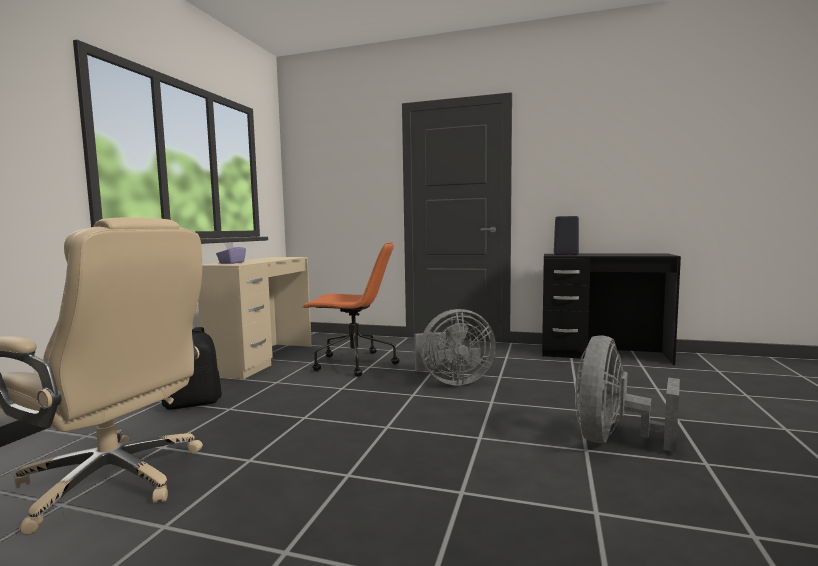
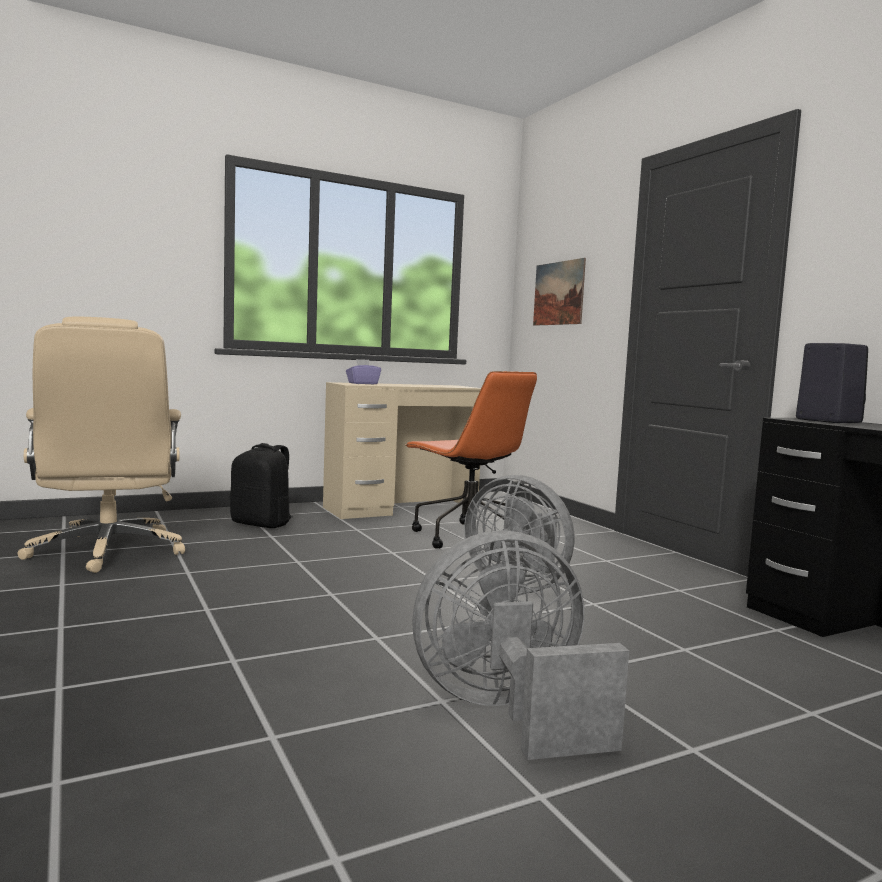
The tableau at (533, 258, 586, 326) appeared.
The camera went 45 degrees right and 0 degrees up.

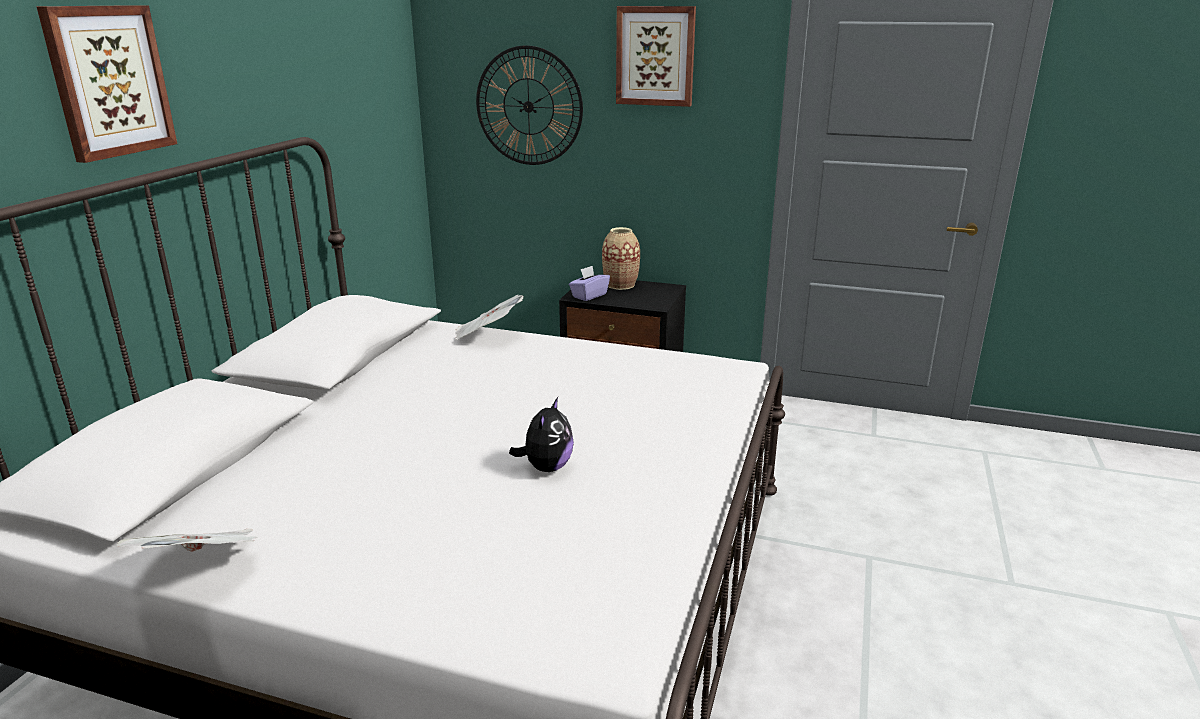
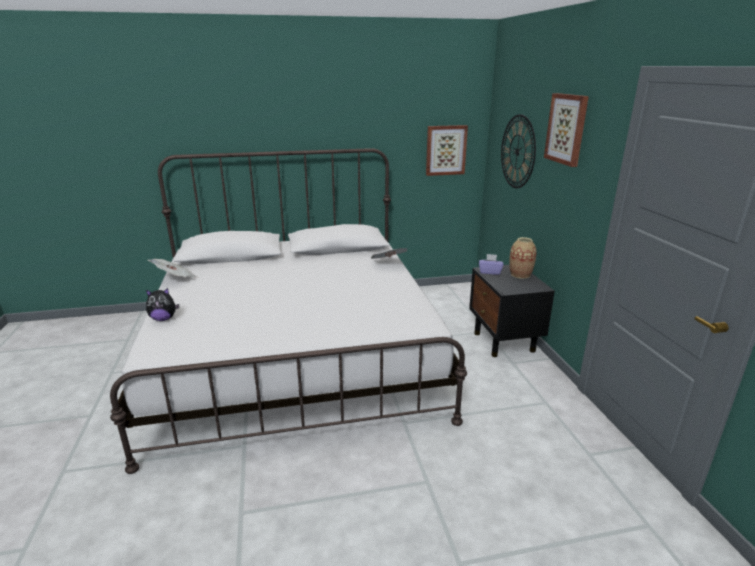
The tableau moved from (36, 5, 177, 163) to (426, 125, 468, 176).
The peluche moved from (509, 397, 574, 472) to (146, 288, 179, 321).
The camera went 60 degrees right and 0 degrees up.

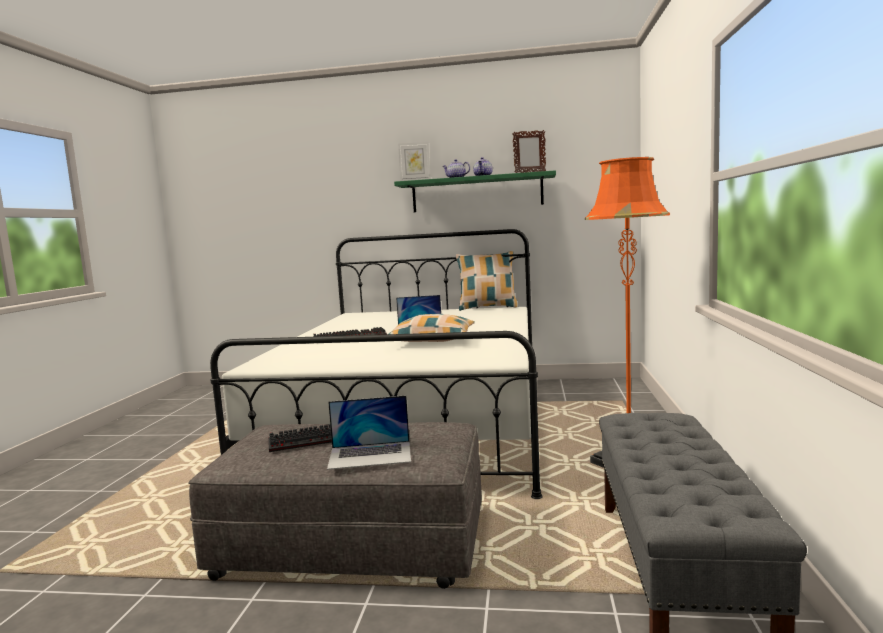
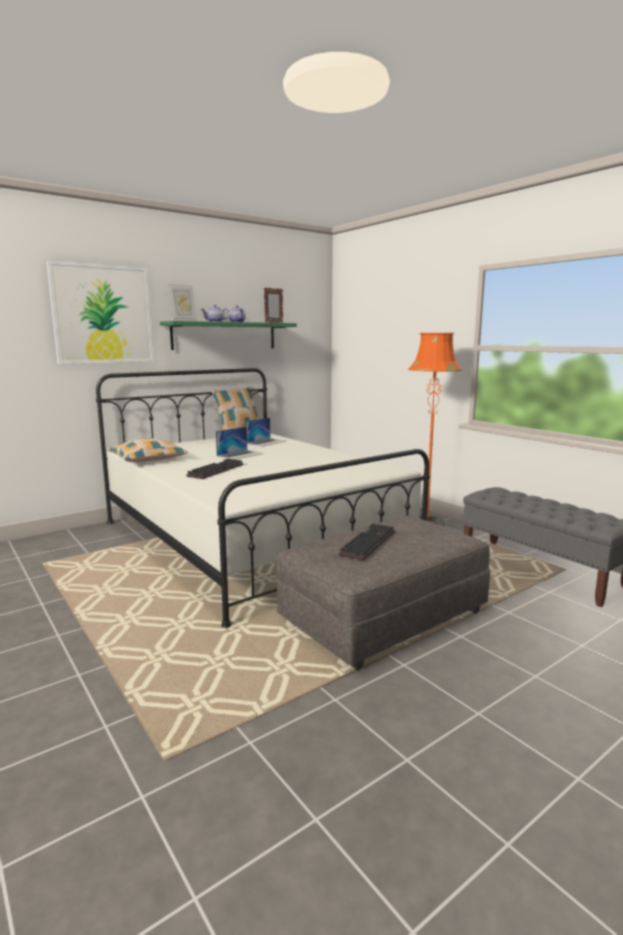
The ordinateur portable moved from (327, 395, 411, 470) to (245, 418, 287, 447).
The coussin moved from (388, 314, 475, 342) to (107, 438, 188, 462).
The tableau at (46, 260, 154, 364) appeared.
The camera went 45 degrees left and 5 degrees up.

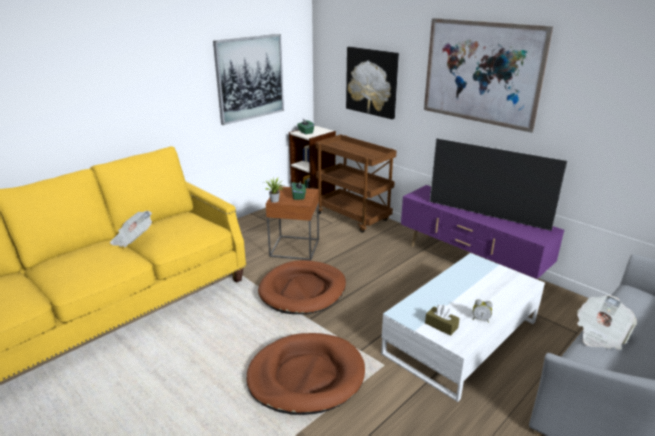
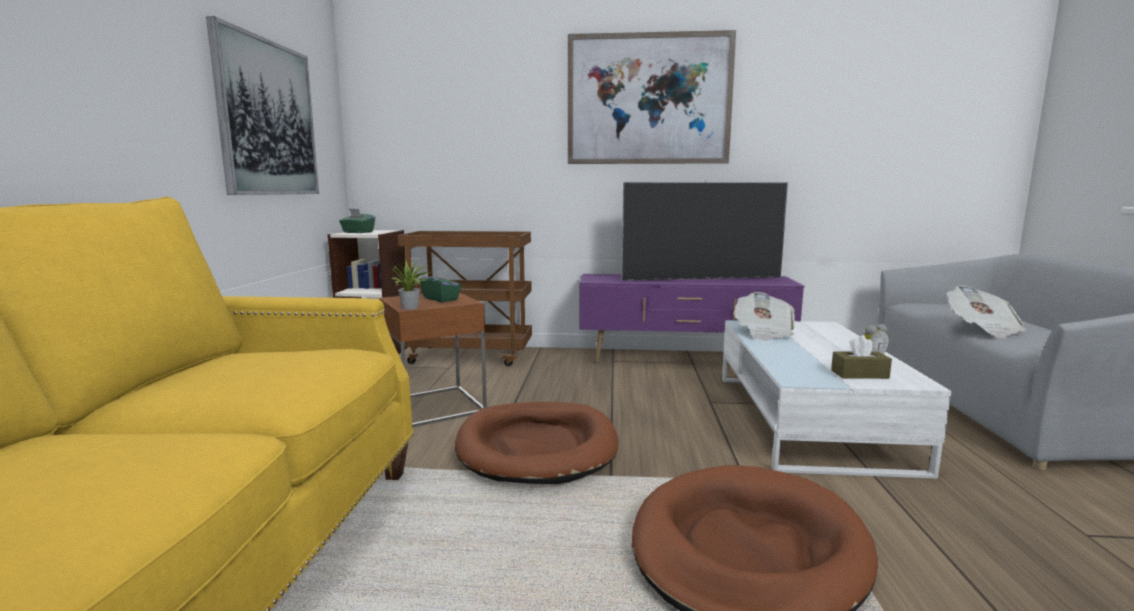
The journal moved from (110, 211, 152, 247) to (733, 292, 795, 341).
The tableau at (346, 47, 399, 119) disappeared.
The camera went 40 degrees left and 15 degrees down.

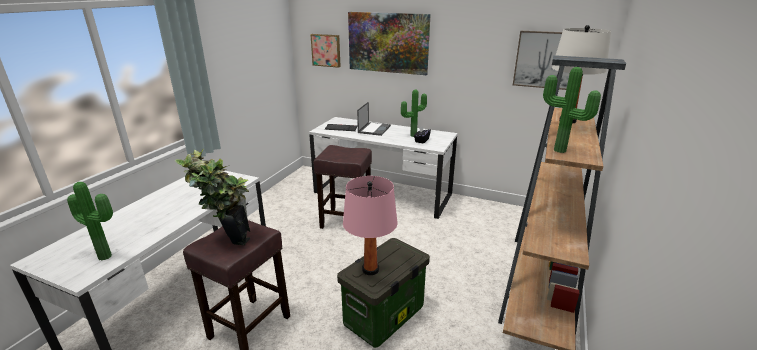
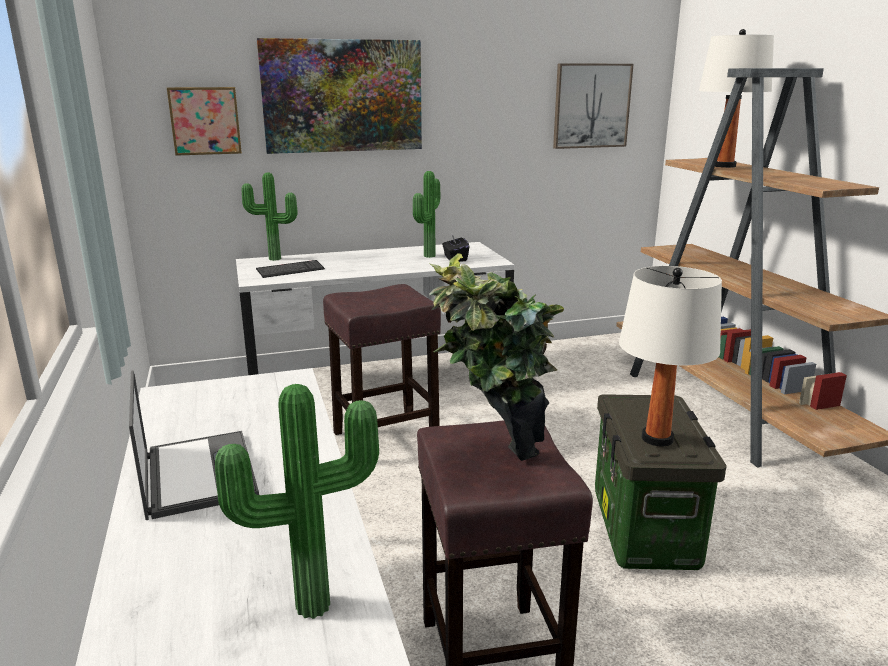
The lampe de table [rose] at (343, 176, 398, 275) became the lampe de table [blanc] at (619, 266, 722, 446).
The ordinateur portable moved from (357, 102, 391, 136) to (129, 370, 259, 520).
The plante en pot moved from (543, 67, 601, 153) to (242, 173, 298, 261).
The camera went 40 degrees left and 5 degrees down.

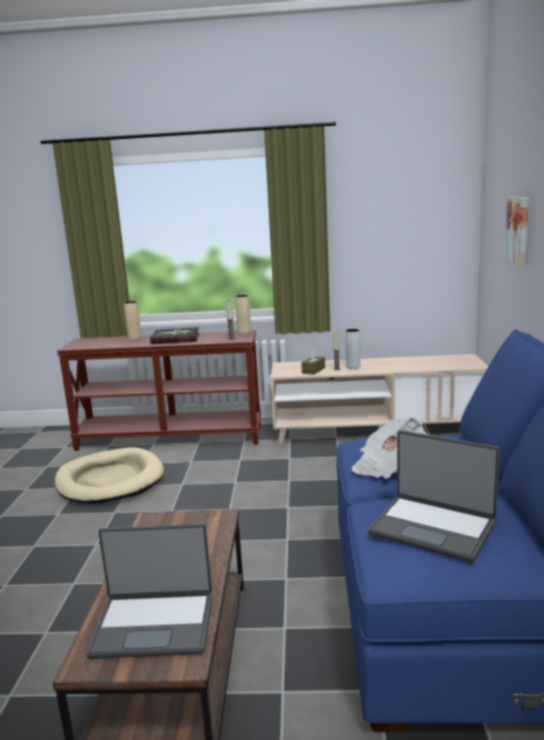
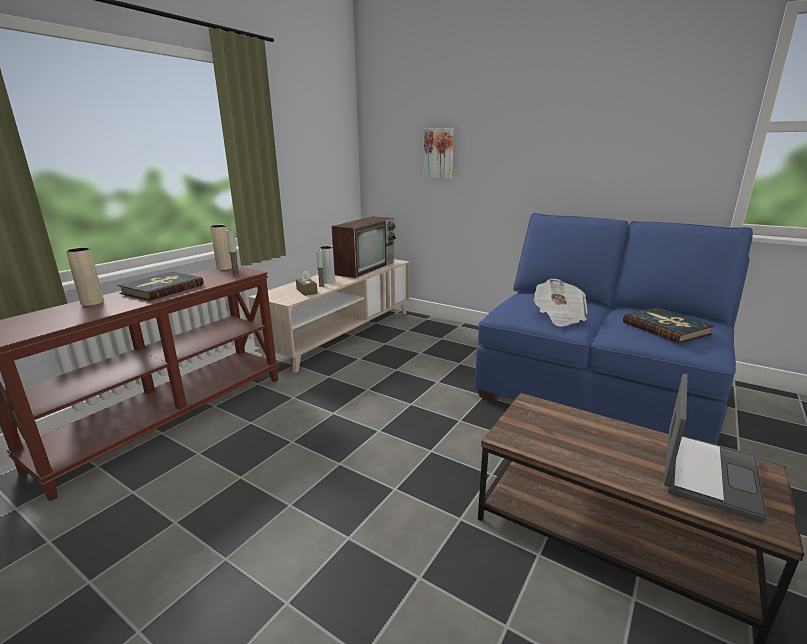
The panier pour chien [beige] at (55, 447, 164, 504) disappeared.
The ordinateur portable at (368, 430, 500, 563) was replaced by the livre at (623, 308, 714, 344).
The téléviseur at (332, 216, 396, 278) appeared.
The camera went 60 degrees left and 5 degrees up.

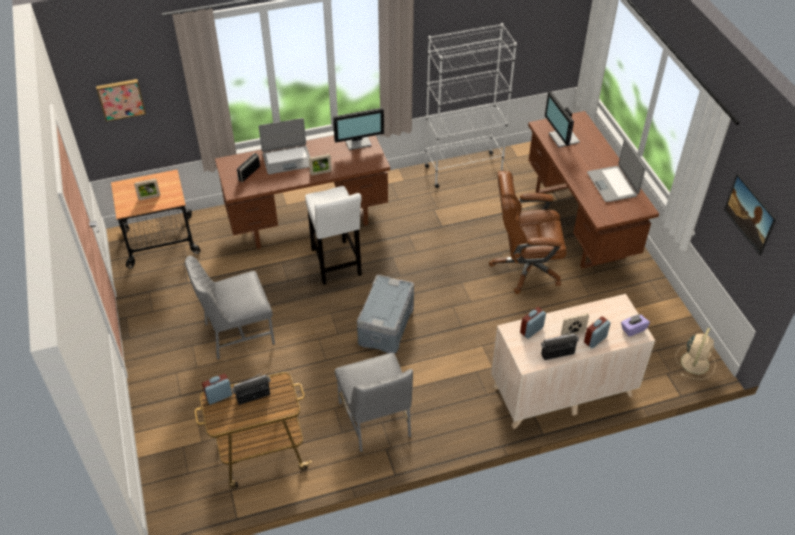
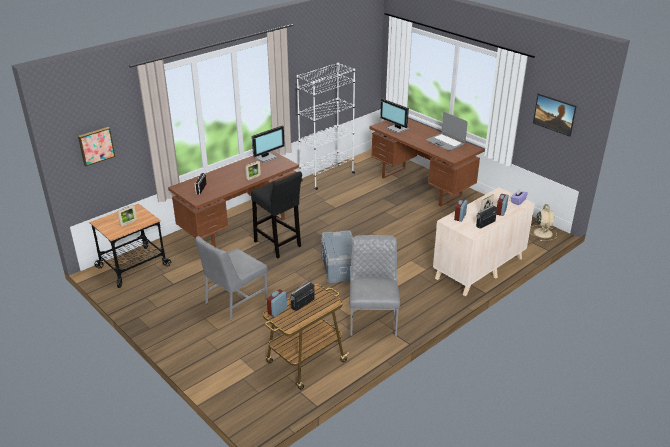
The ordinateur portable at (259, 118, 310, 174) disappeared.
The tabouret [blanc] at (305, 186, 362, 285) became the tabouret [noir] at (251, 171, 302, 258).
The chaise [gris] at (335, 353, 413, 452) turned 135 degrees counterclockwise.
The chaise de bureau [marron] at (489, 171, 567, 294) disappeared.
The camera went 25 degrees left and 15 degrees down.

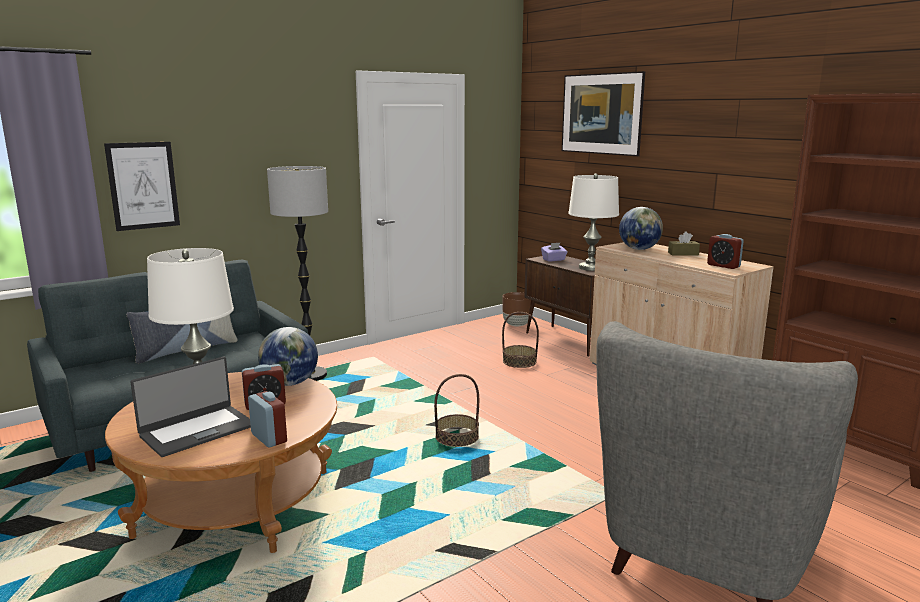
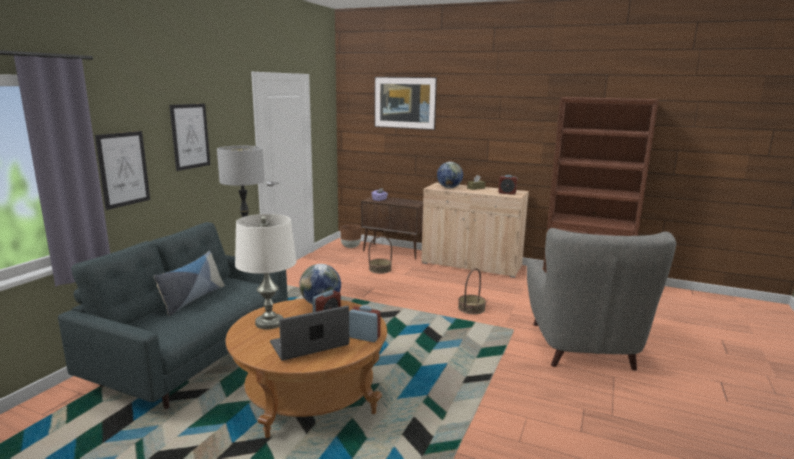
The ordinateur portable at (131, 357, 251, 457) turned 135 degrees counterclockwise.
The panier moved from (434, 374, 479, 447) to (458, 268, 486, 314).
The lampe de table [blanc] at (568, 173, 619, 271) disappeared.
The tableau at (169, 104, 210, 171) appeared.
The camera went 30 degrees left and 0 degrees up.

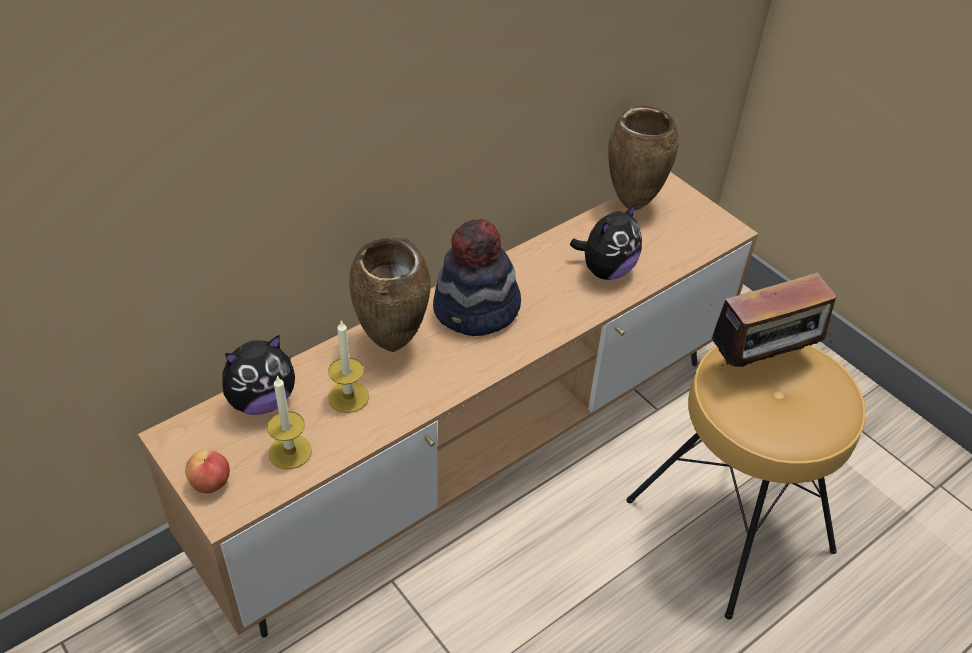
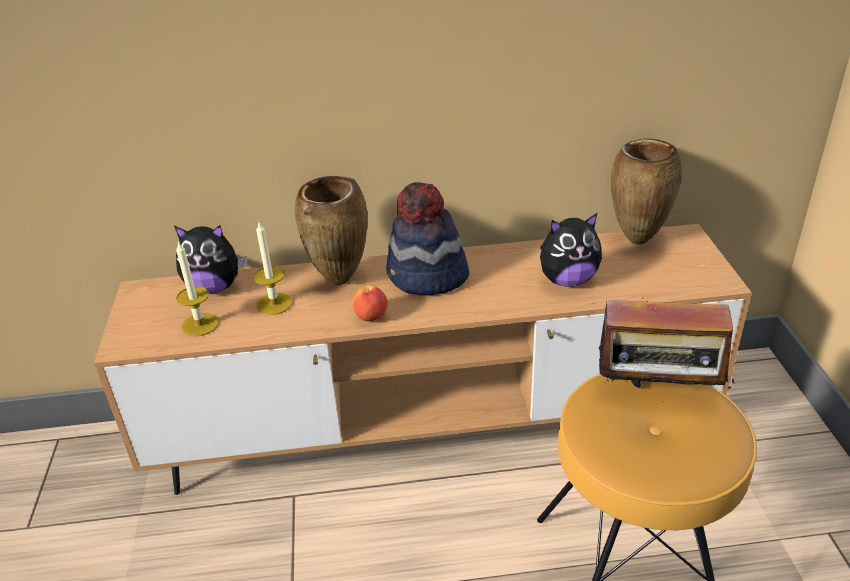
The pomme moved from (185, 450, 230, 493) to (353, 285, 388, 321).
The camera went 35 degrees right and 10 degrees down.

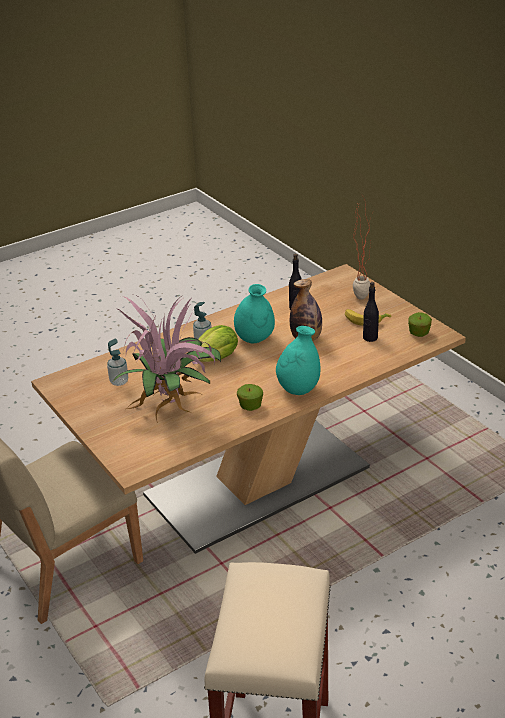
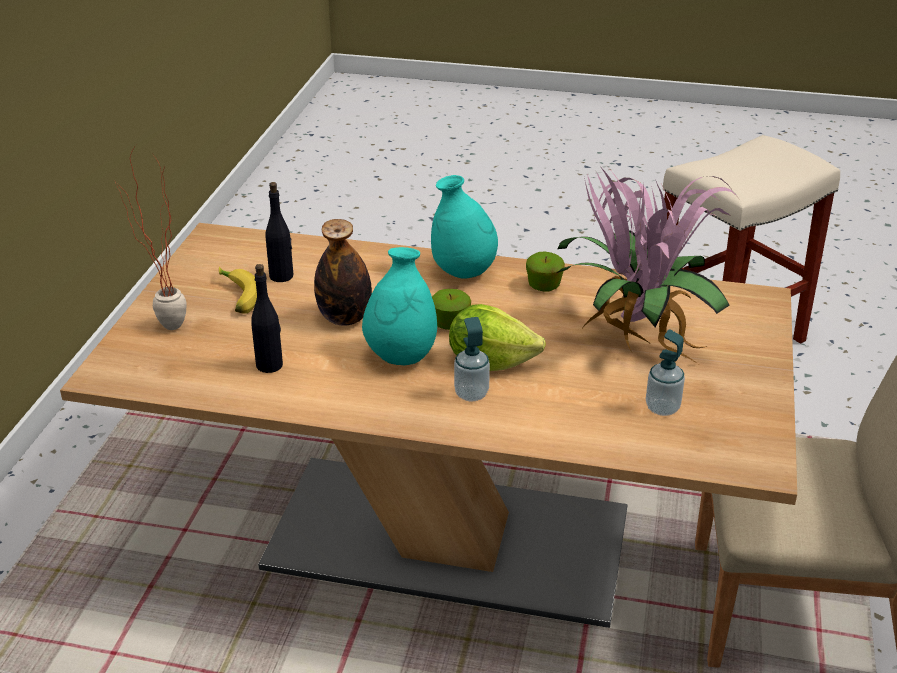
The pomme moved from (408, 312, 432, 337) to (432, 289, 471, 330).
The camera went 135 degrees left and 0 degrees up.

